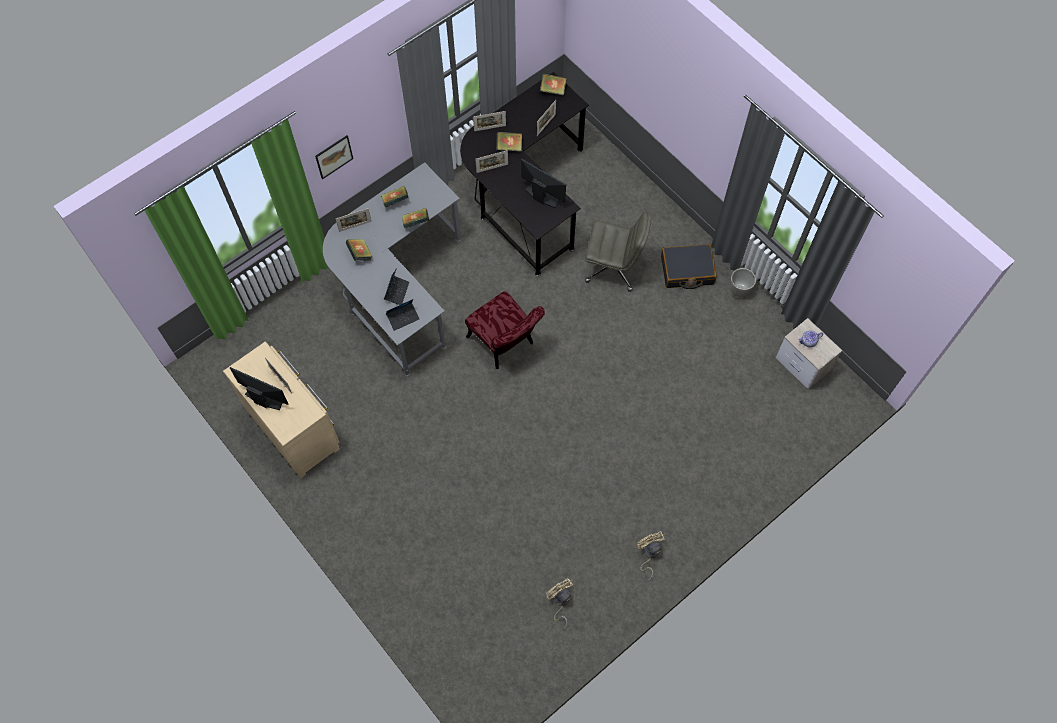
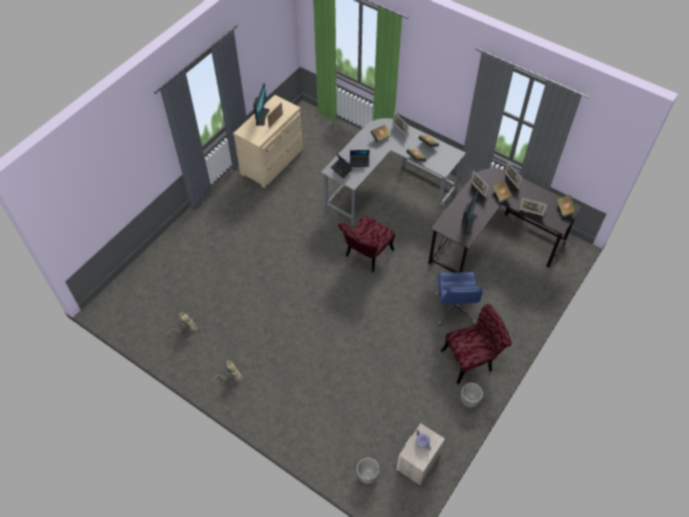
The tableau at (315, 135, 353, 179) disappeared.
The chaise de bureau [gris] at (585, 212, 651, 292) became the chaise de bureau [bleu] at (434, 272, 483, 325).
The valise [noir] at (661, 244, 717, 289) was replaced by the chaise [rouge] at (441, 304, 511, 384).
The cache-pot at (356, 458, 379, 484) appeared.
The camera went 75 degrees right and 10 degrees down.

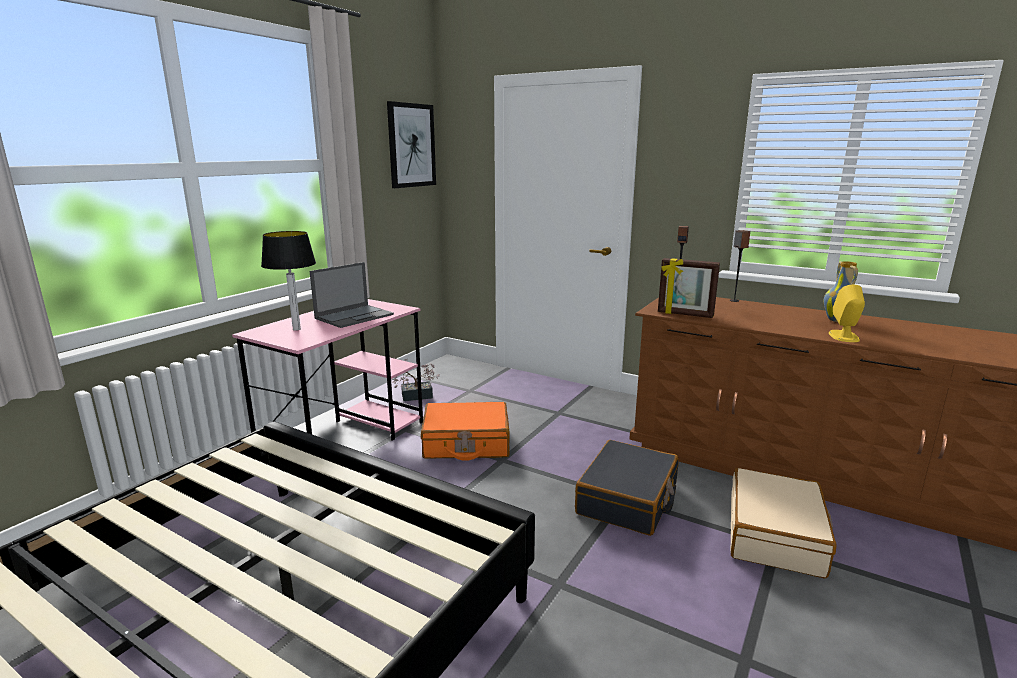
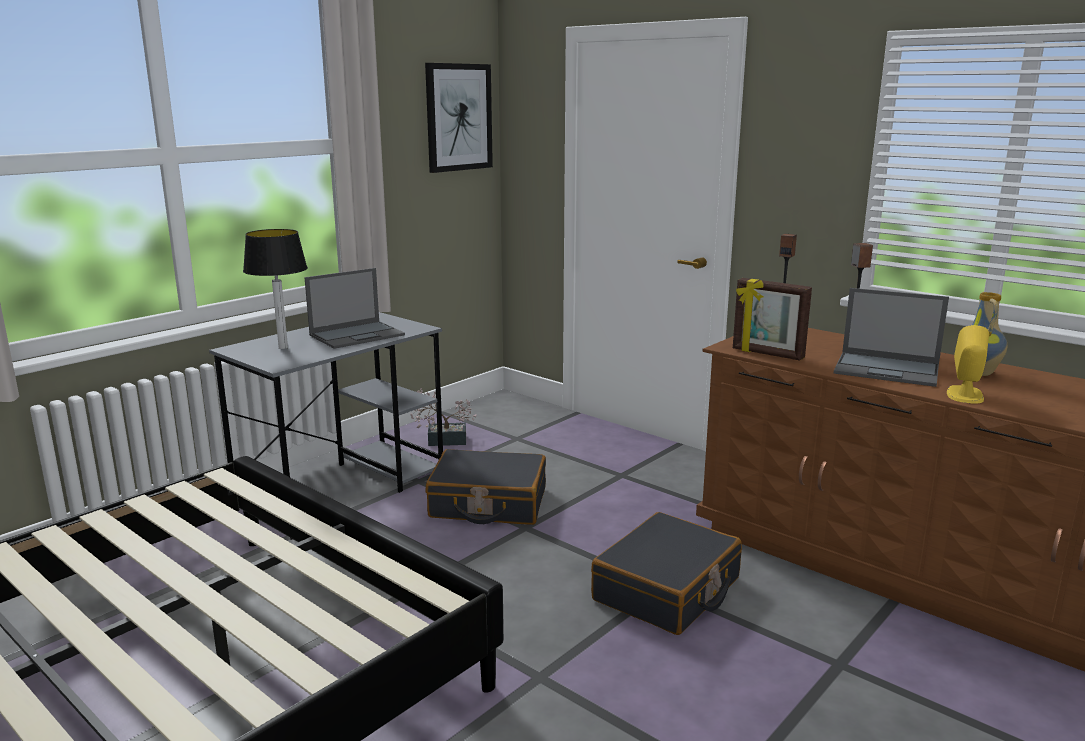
The bureau [rose] at (232, 299, 423, 484) became the bureau [gris] at (209, 312, 443, 540).
The valise [orange] at (421, 402, 509, 461) became the valise [noir] at (426, 449, 546, 525).
The valise [beige] at (731, 468, 836, 579) disappeared.
The ordinateur portable at (834, 288, 949, 387) appeared.
The camera went 10 degrees right and 0 degrees up.

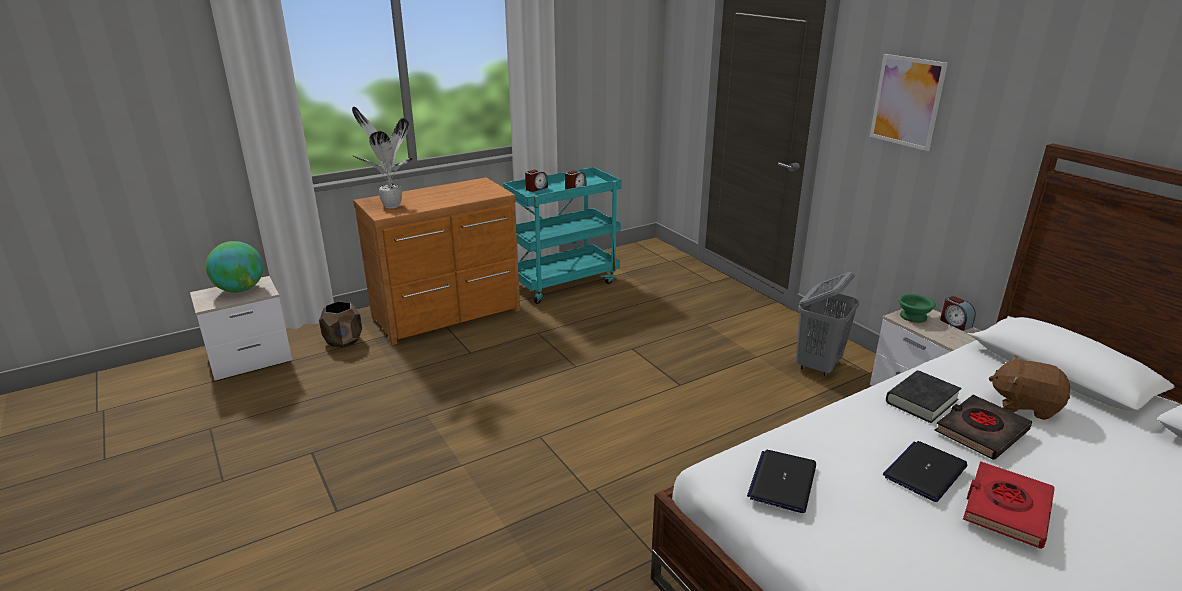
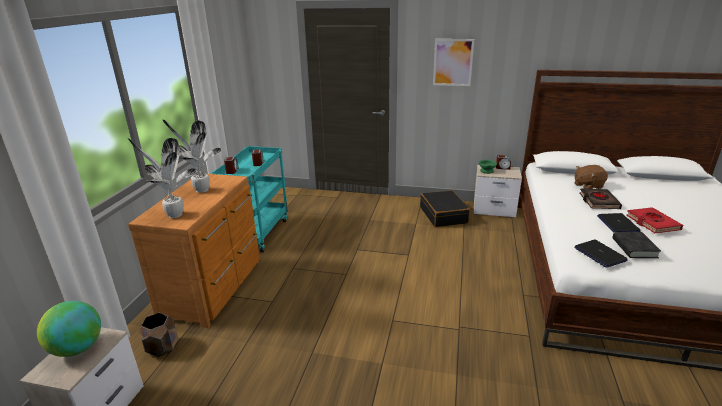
The panier à linge [gris] at (796, 272, 859, 376) was replaced by the valise [noir] at (420, 190, 470, 227).
The livre [noir] moved from (886, 370, 961, 423) to (613, 232, 661, 258).
The plante en pot at (163, 120, 221, 193) appeared.
The camera went 45 degrees left and 0 degrees up.

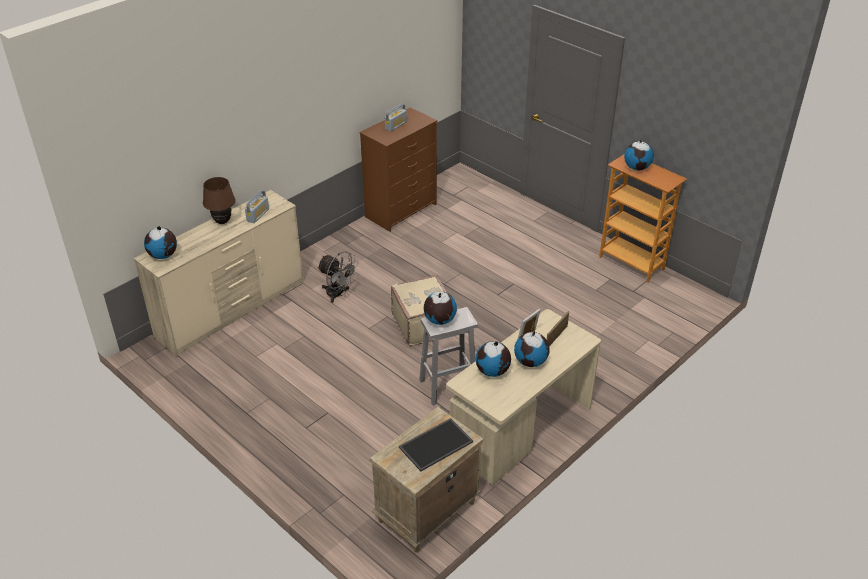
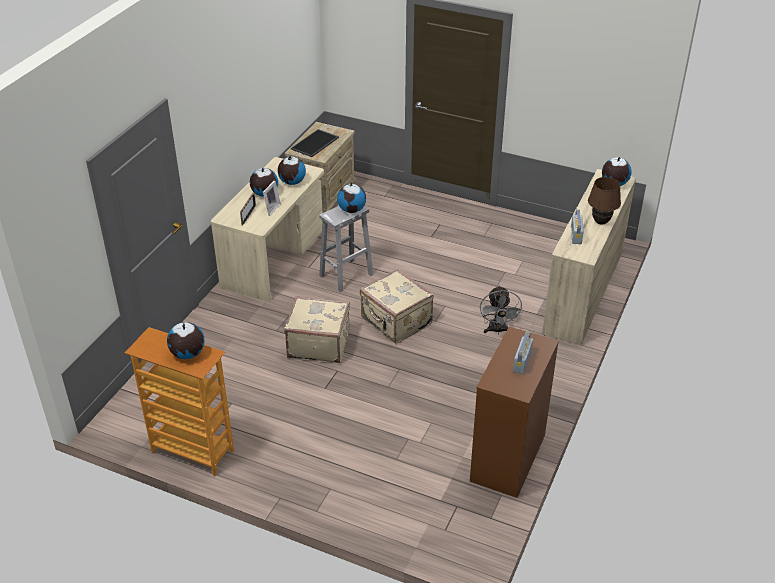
The ventilateur [gris] at (317, 251, 357, 303) turned 105 degrees counterclockwise.
The valise [beige] at (284, 296, 350, 363) appeared.
The camera went 160 degrees right and 0 degrees up.

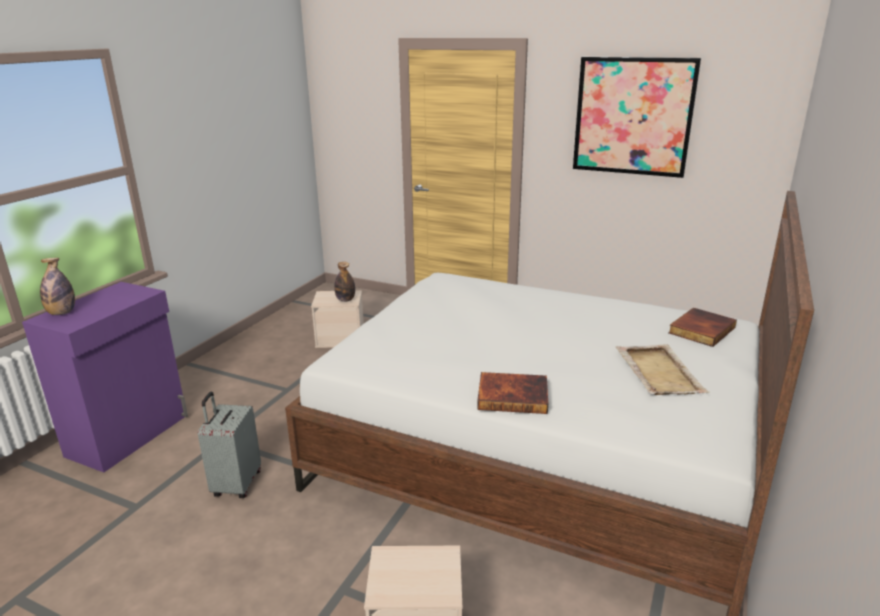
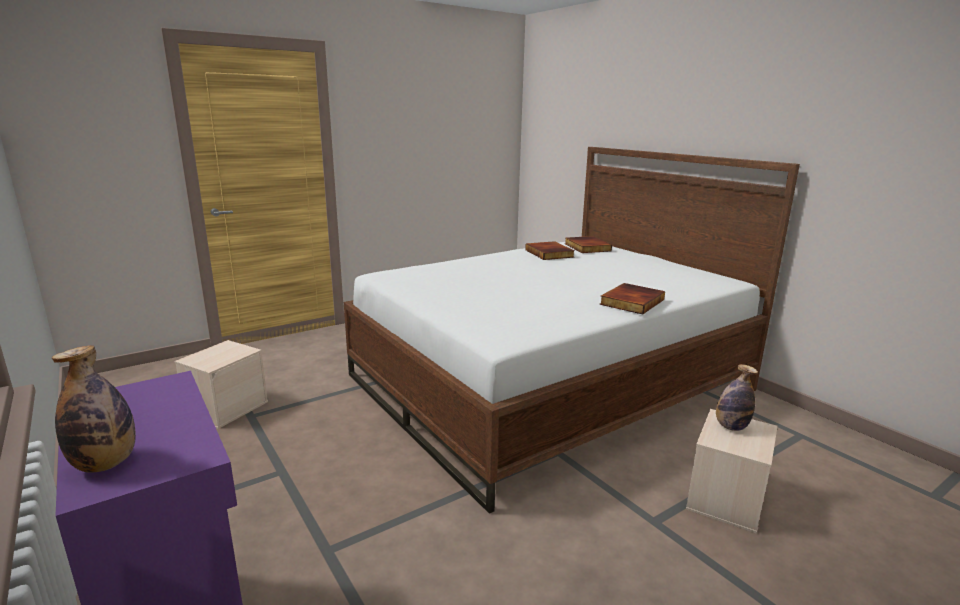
The valise [gris] at (198, 392, 261, 498) disappeared.
The bouteille moved from (334, 262, 355, 302) to (716, 364, 758, 431).
The tableau at (573, 57, 701, 178) disappeared.
The plateau [beige] at (616, 344, 710, 395) disappeared.
The livre at (525, 241, 575, 260) appeared.
The camera went 60 degrees left and 5 degrees down.

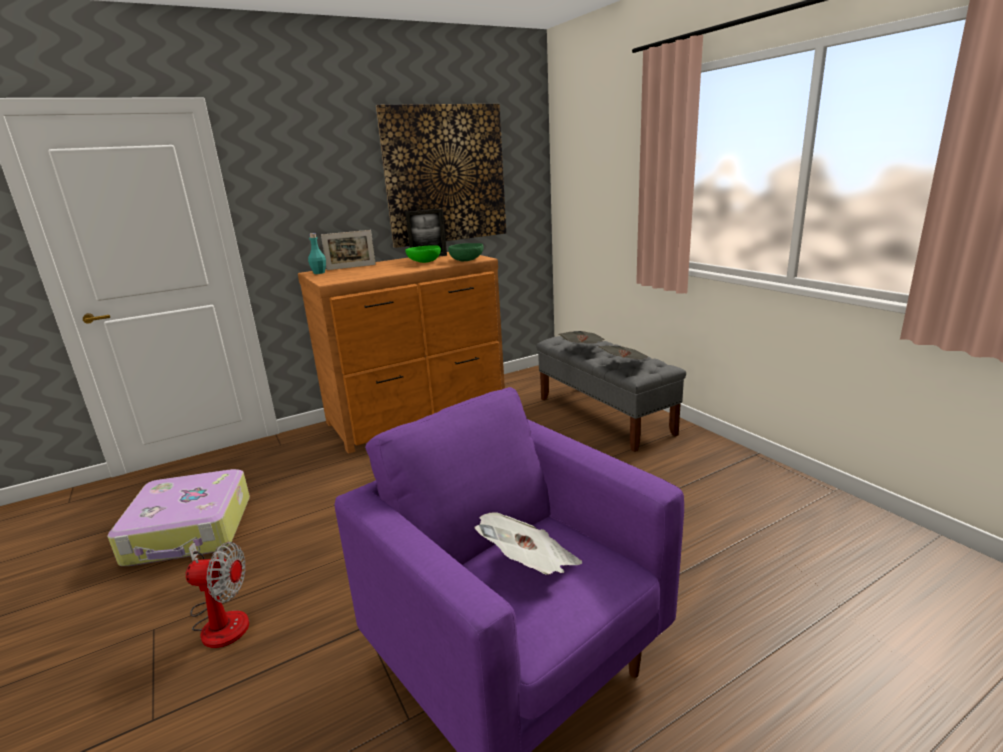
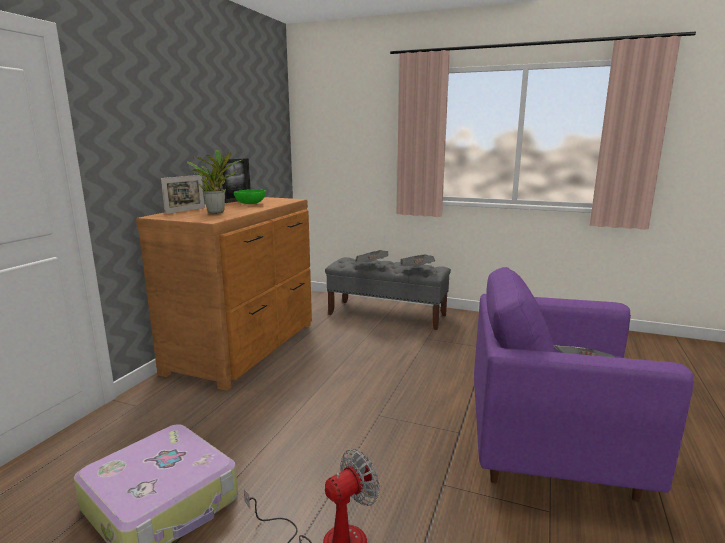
The bouteille [turquoise] at (308, 233, 326, 274) disappeared.
The tableau at (376, 104, 506, 248) disappeared.
The bol [vert] at (448, 243, 484, 261) disappeared.
The plante en pot at (187, 150, 243, 214) appeared.
The camera went 40 degrees left and 5 degrees down.

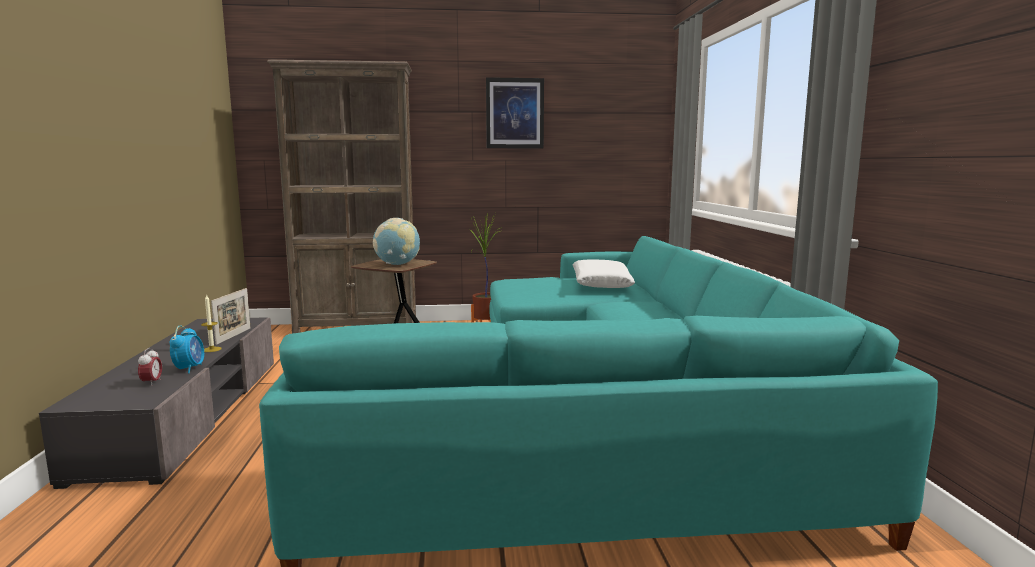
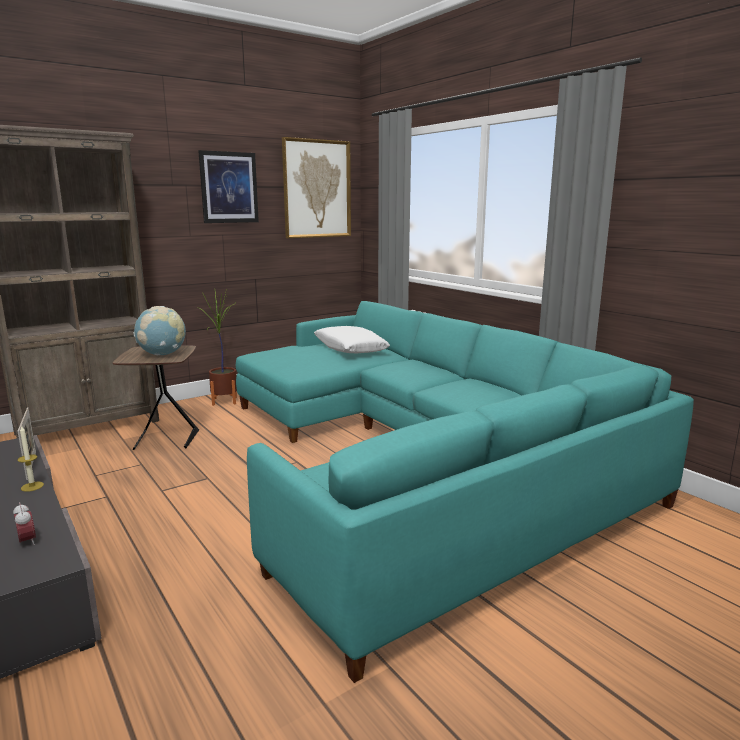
The réveil at (170, 325, 204, 373) disappeared.
The tableau at (282, 137, 351, 238) appeared.
The camera went 30 degrees left and 5 degrees up.

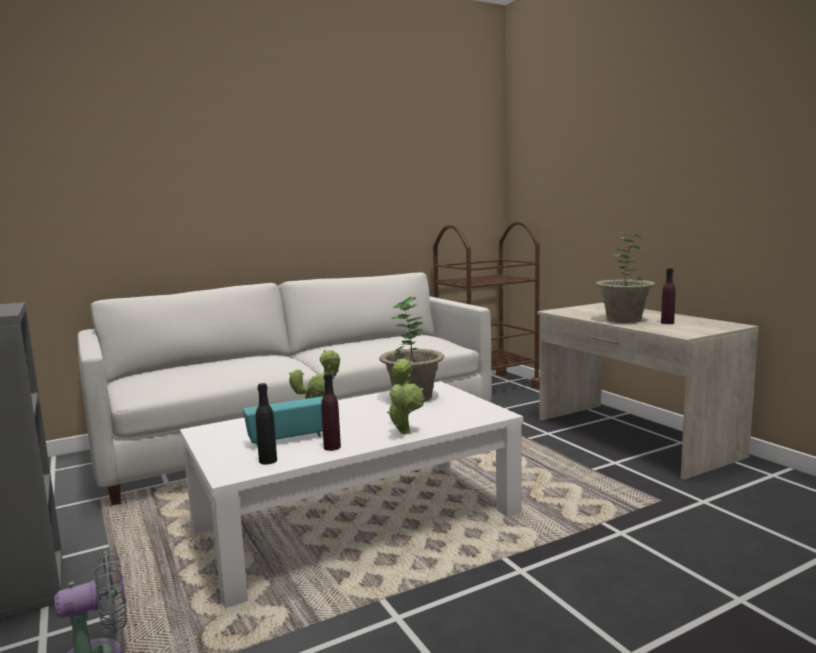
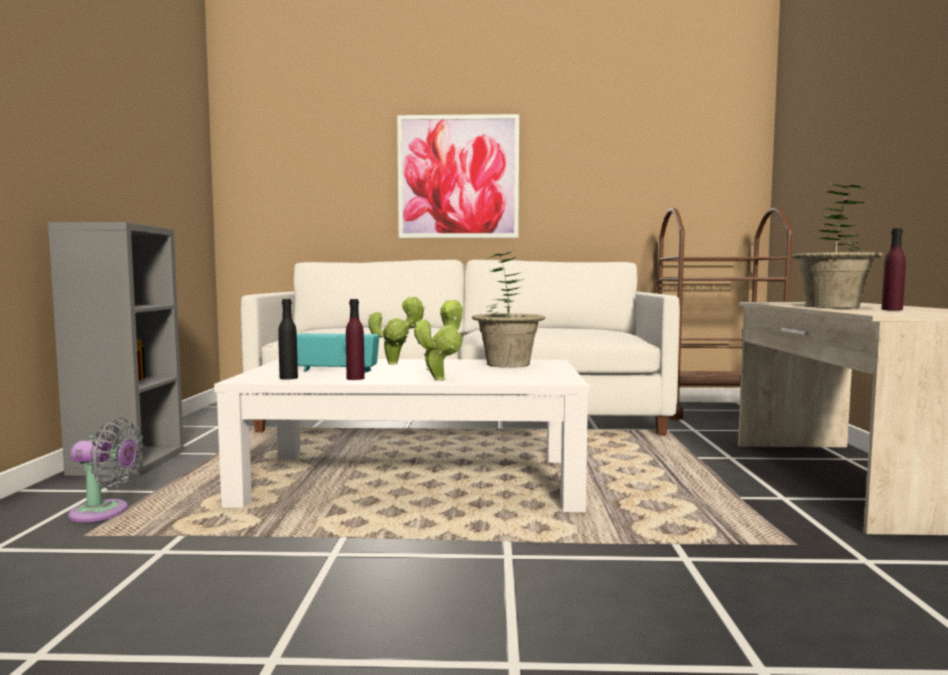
The tableau at (397, 114, 519, 238) appeared.
The camera went 30 degrees right and 5 degrees down.

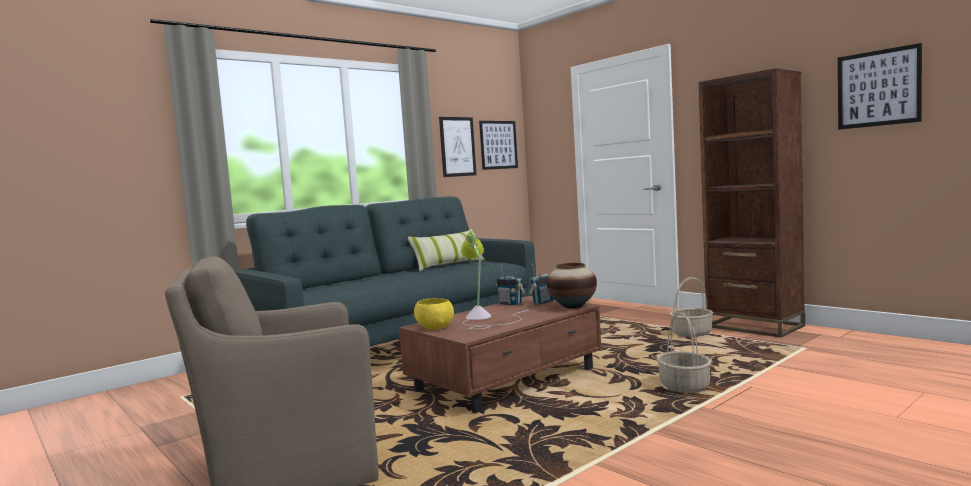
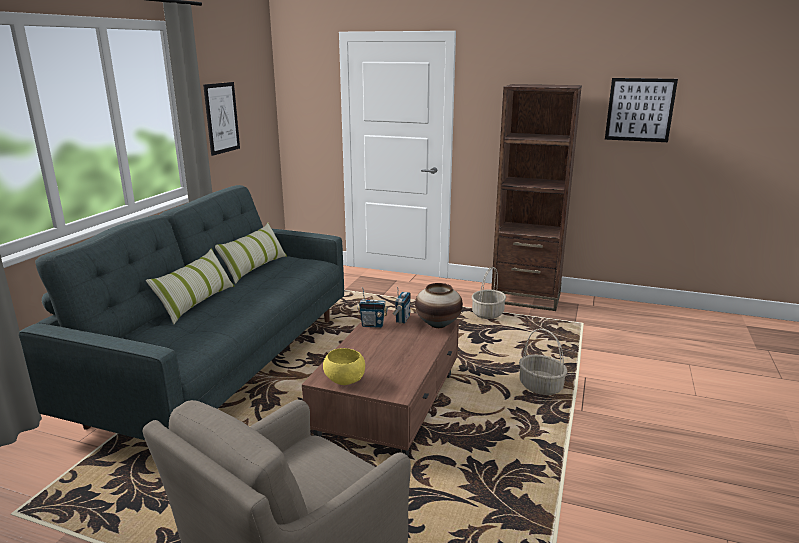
The lampe de table at (461, 230, 529, 330) disappeared.
The tableau at (479, 121, 518, 170) disappeared.
The coussin at (146, 249, 235, 324) appeared.
The camera went 30 degrees left and 15 degrees up.

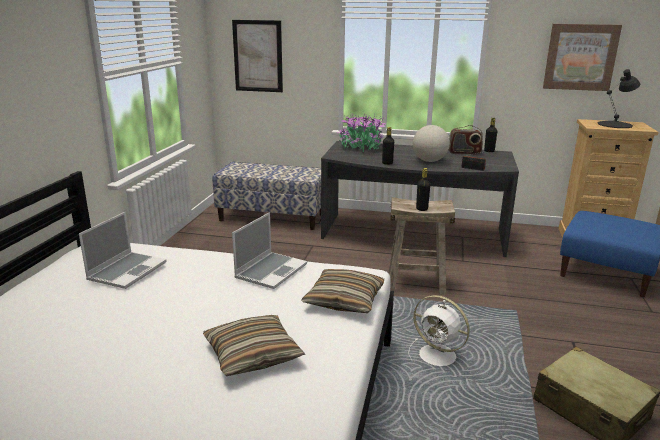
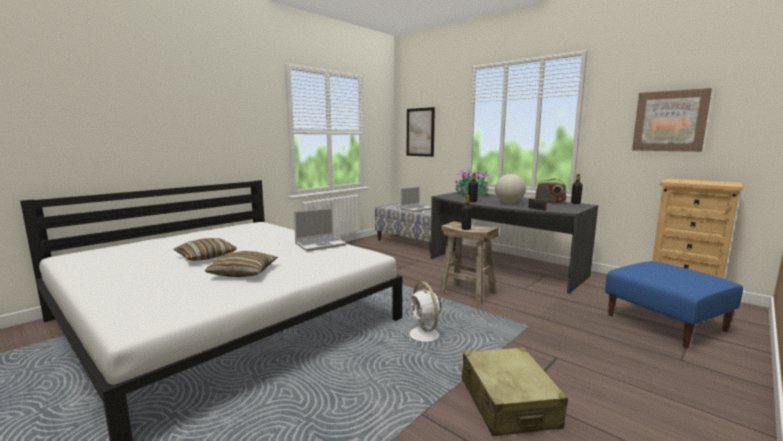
The ordinateur portable moved from (79, 212, 166, 289) to (400, 186, 431, 212).
The coussin moved from (301, 269, 384, 313) to (173, 238, 237, 261).
The lampe de table [noir] at (598, 69, 640, 128) disappeared.
The camera went 30 degrees right and 10 degrees down.

